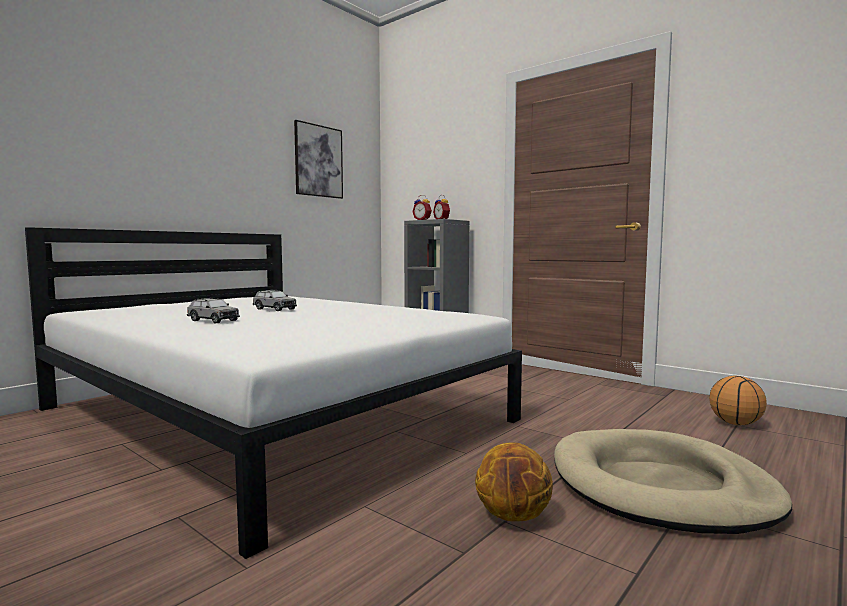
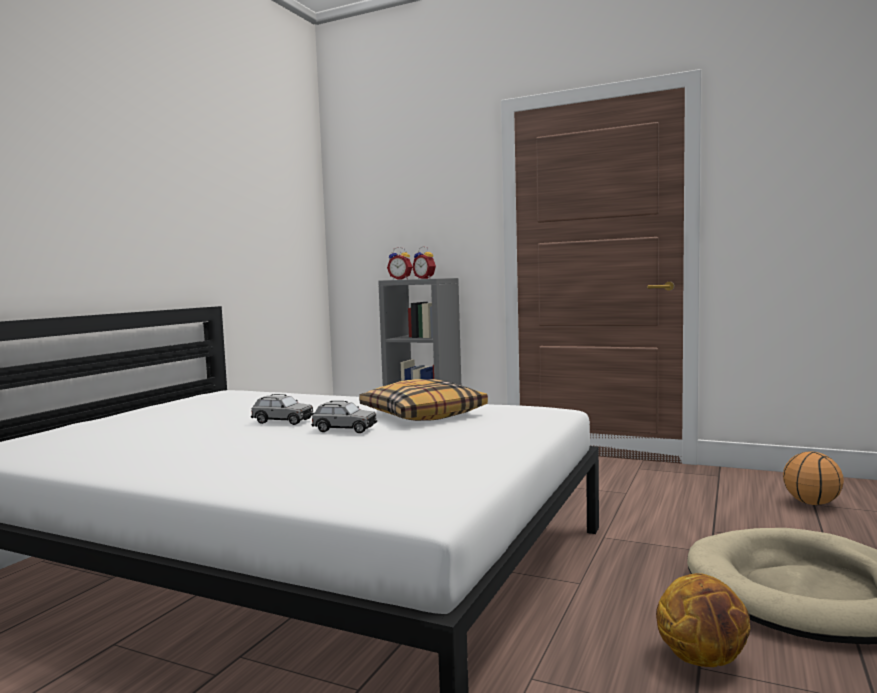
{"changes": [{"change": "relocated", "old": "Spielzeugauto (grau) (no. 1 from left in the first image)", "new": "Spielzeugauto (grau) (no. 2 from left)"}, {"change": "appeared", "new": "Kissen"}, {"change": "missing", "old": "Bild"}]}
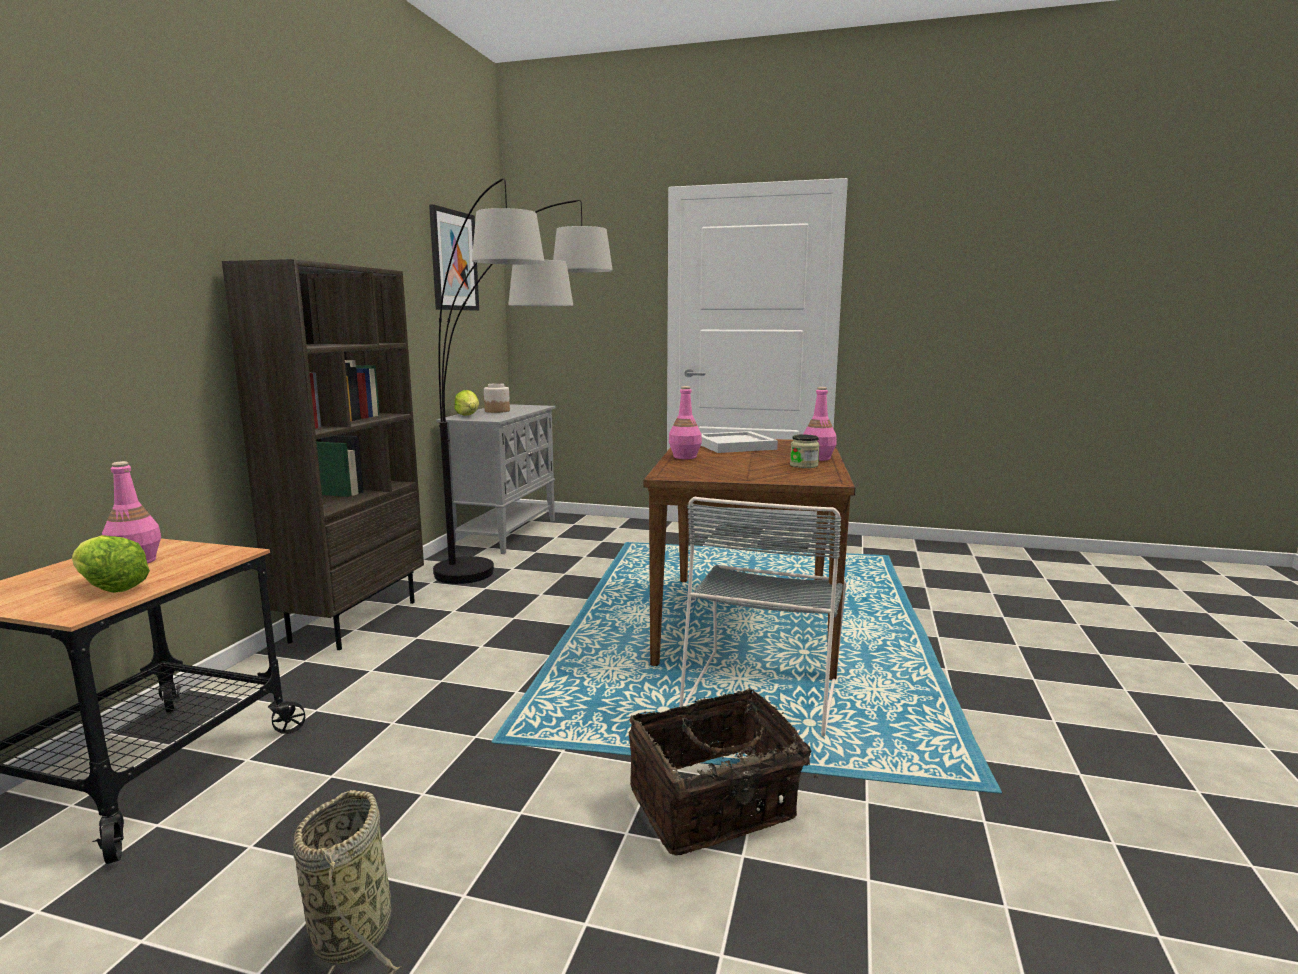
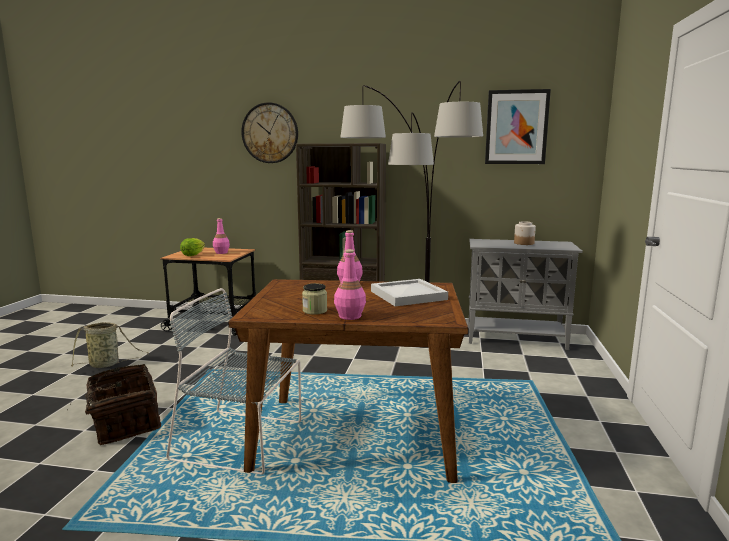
{"changes": [{"change": "appeared", "new": "Wanduhr"}, {"change": "missing", "old": "Salatkopf (no. 2 from left)"}]}
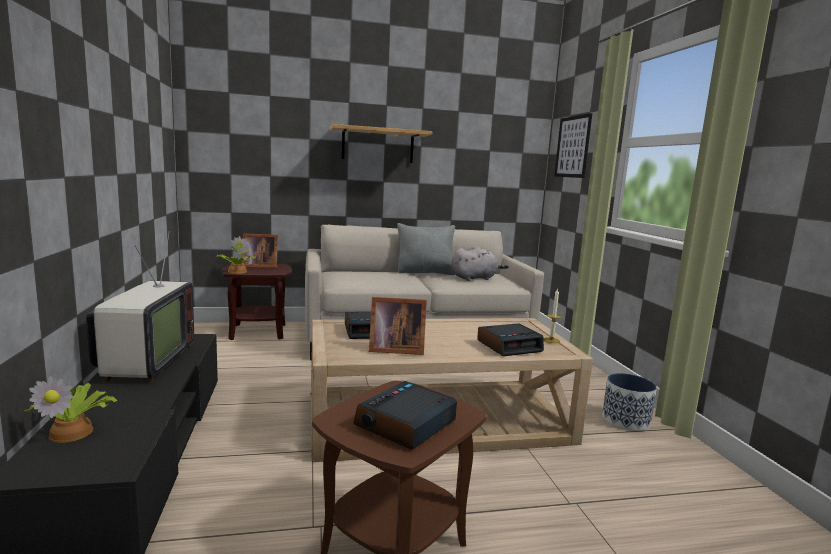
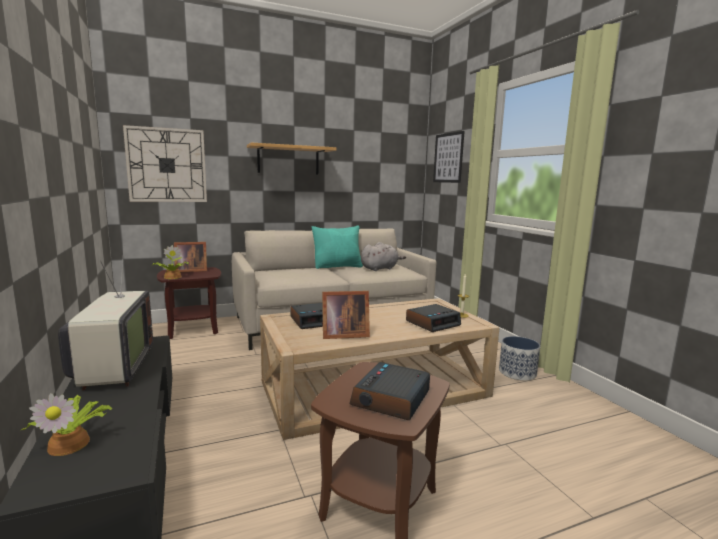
{"changes": [{"change": "appeared", "new": "Wanduhr"}, {"change": "colour", "old": "Kissen (grau)", "new": "Kissen (türkis)"}]}
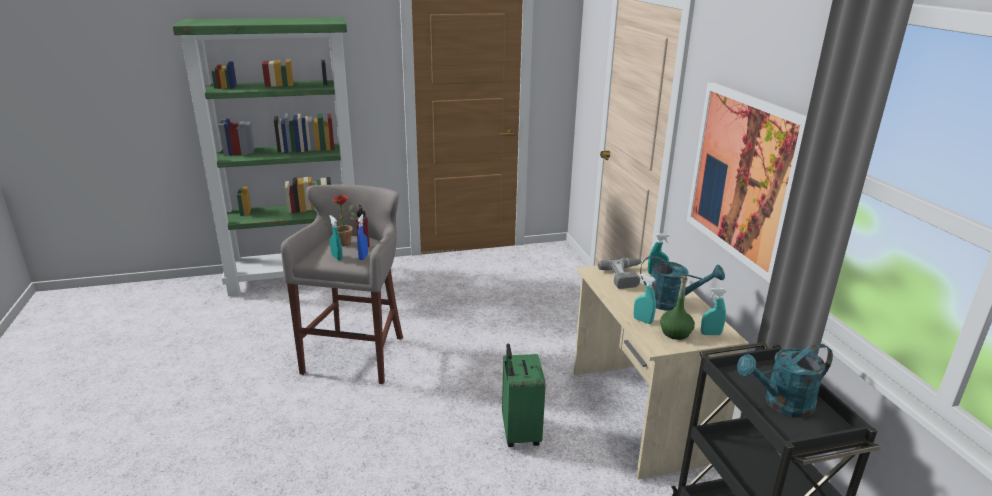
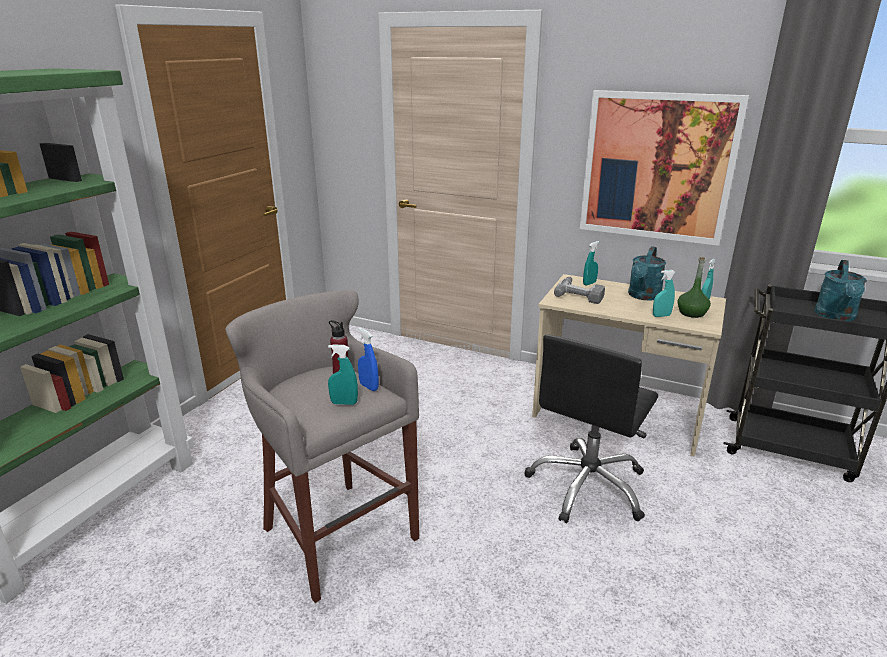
{"changes": [{"change": "exchanged", "old": "Koffer (grün)", "new": "Bürostuhl (schwarz)"}, {"change": "spun", "old": "Gießkanne (türkis) (no. 1 from left)", "degrees": 150}, {"change": "missing", "old": "Topfpflanze"}]}
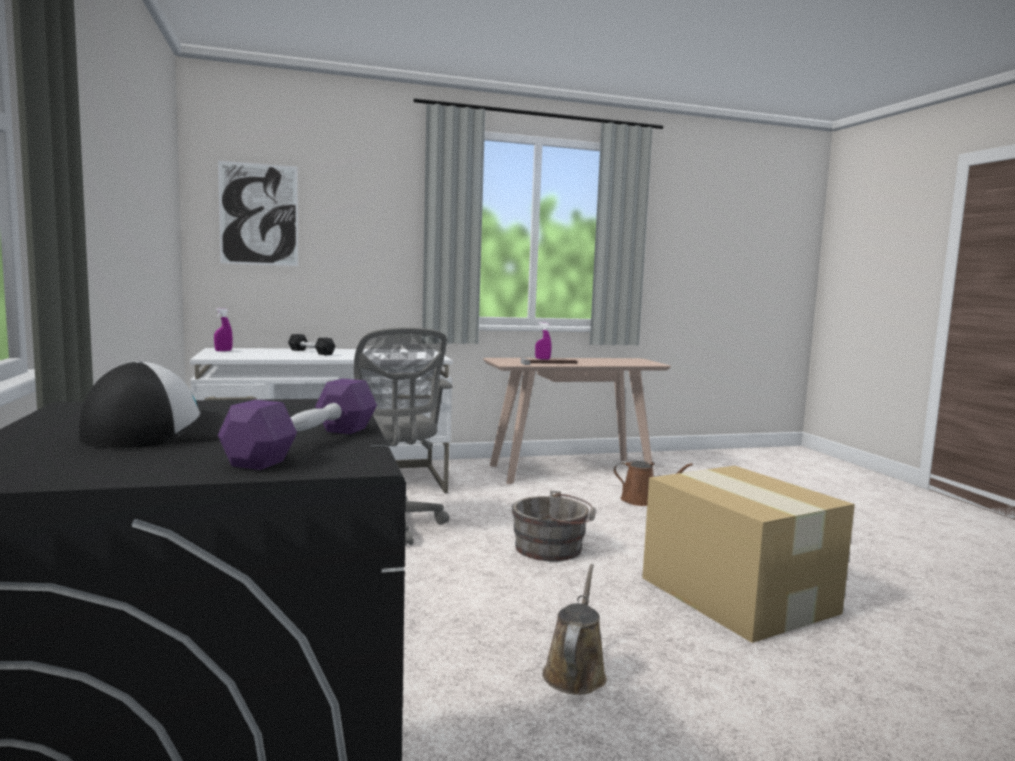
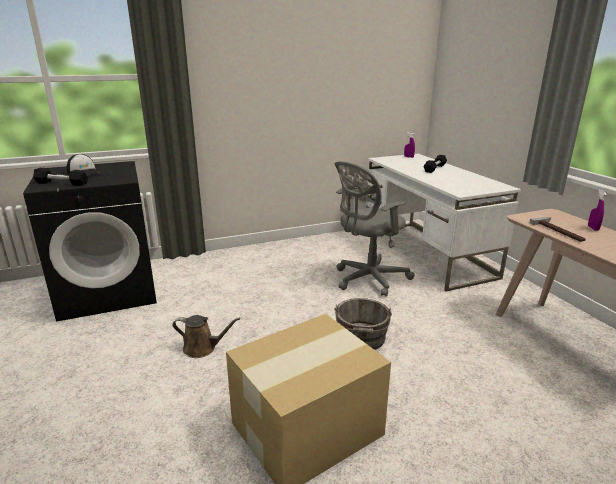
{"changes": [{"change": "colour", "old": "Hantel (lila)", "new": "Hantel (schwarz) (no. 1 from left)"}, {"change": "missing", "old": "Bild"}, {"change": "missing", "old": "Gießkanne (braun) (no. 2 from left)"}]}
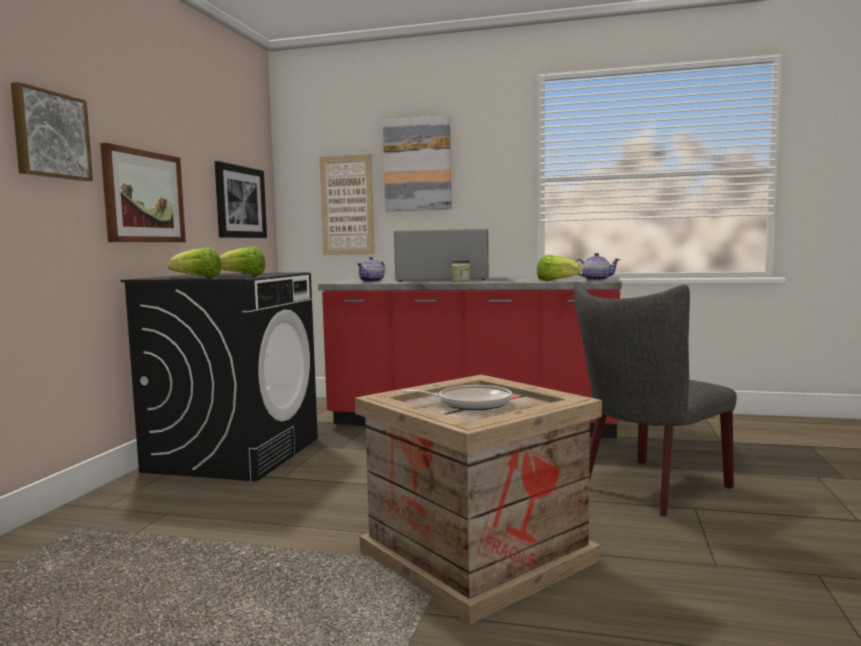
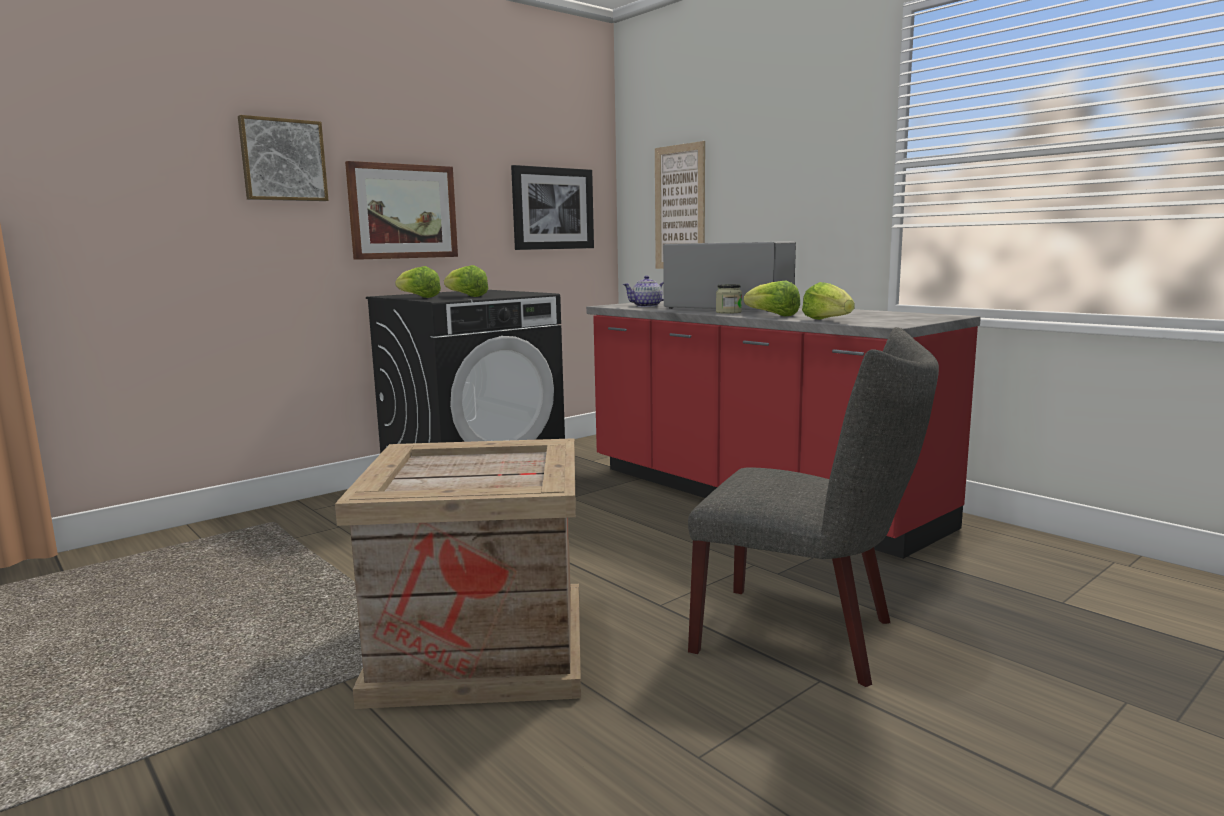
{"changes": [{"change": "spun", "old": "Stuhl (grau)", "degrees": -150}, {"change": "appeared", "new": "Salatkopf (no. 3 from left)"}, {"change": "missing", "old": "Bild (no. 5 from left)"}, {"change": "missing", "old": "Pfanne"}, {"change": "missing", "old": "Teekanne (no. 2 from left)"}]}
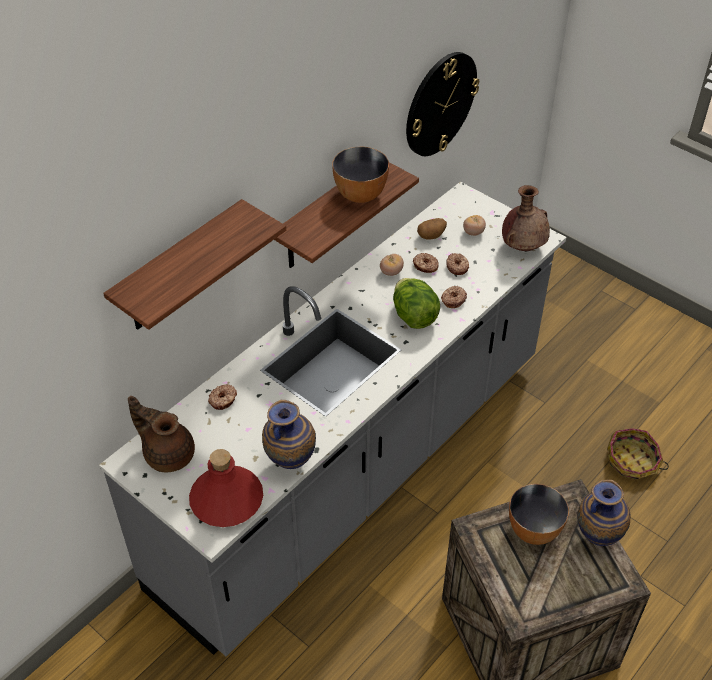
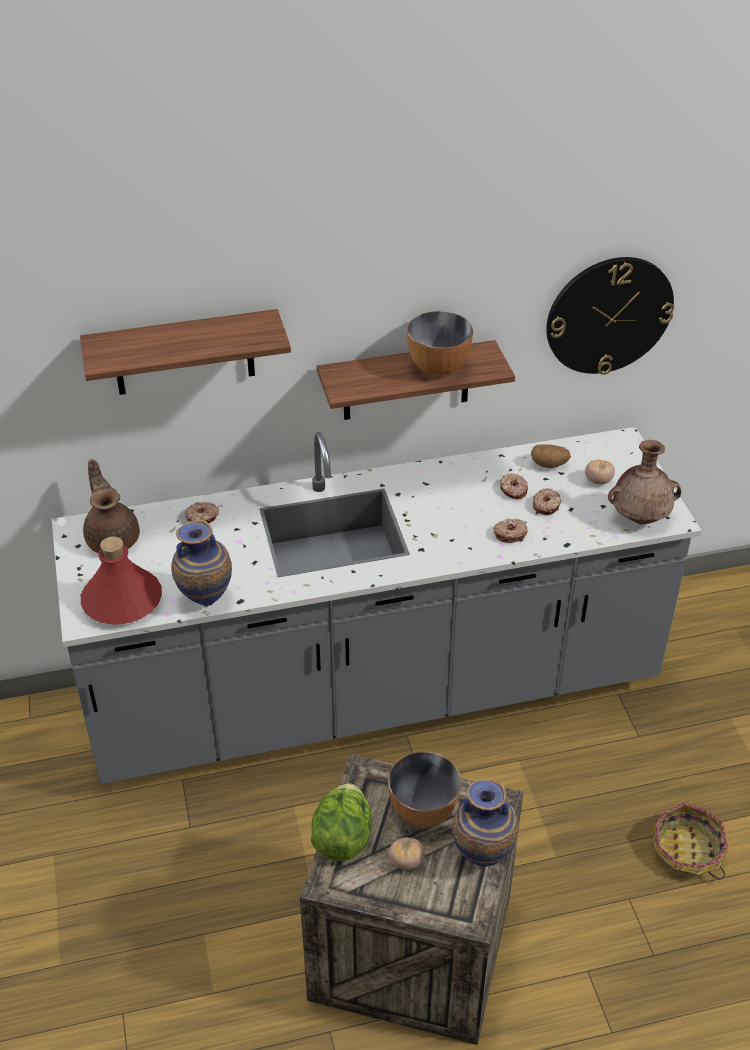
{"changes": [{"change": "relocated", "old": "Salatkopf"}, {"change": "relocated", "old": "Tomate (no. 1 from left)"}]}
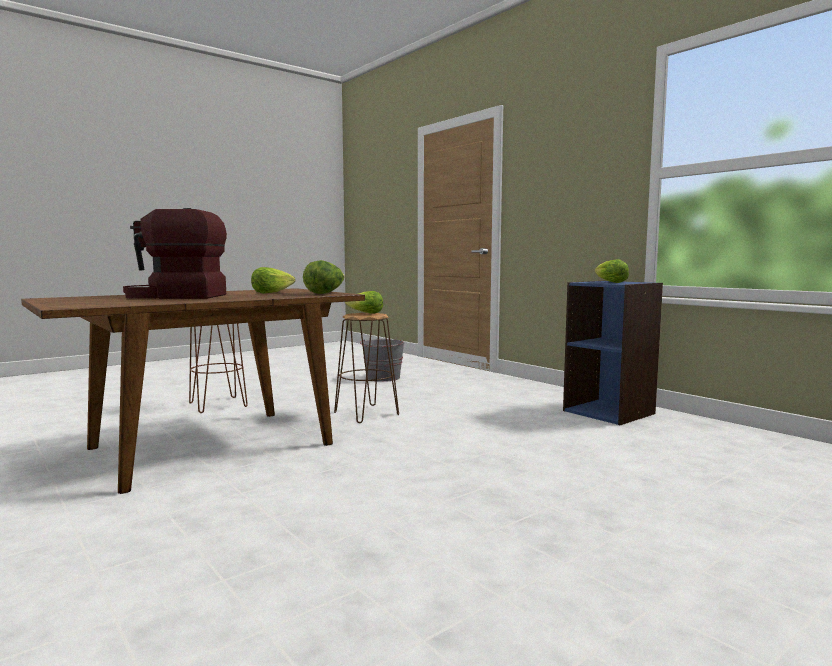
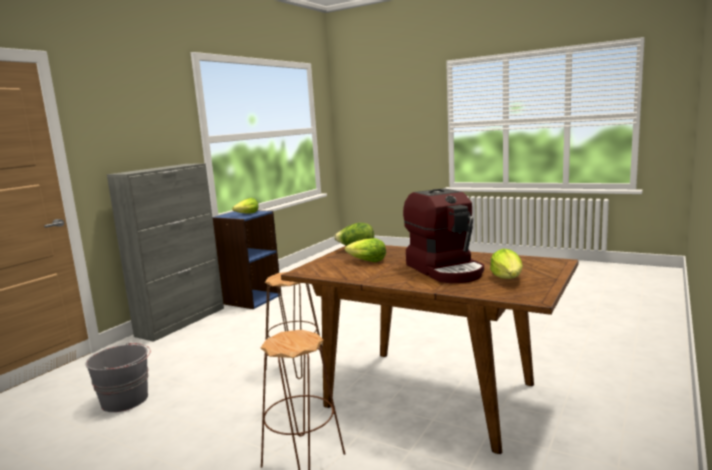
{"changes": [{"change": "appeared", "new": "Schrank (grau)"}, {"change": "relocated", "old": "Salatkopf (no. 3 from left in the first image)", "new": "Salatkopf (no. 4 from left)"}]}
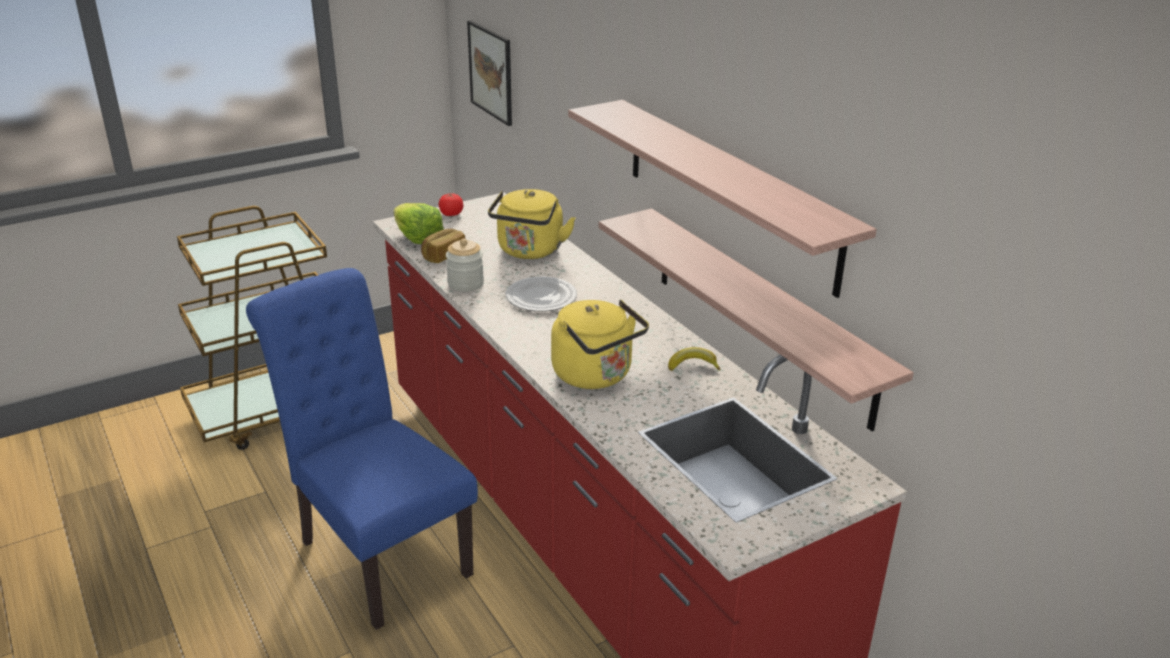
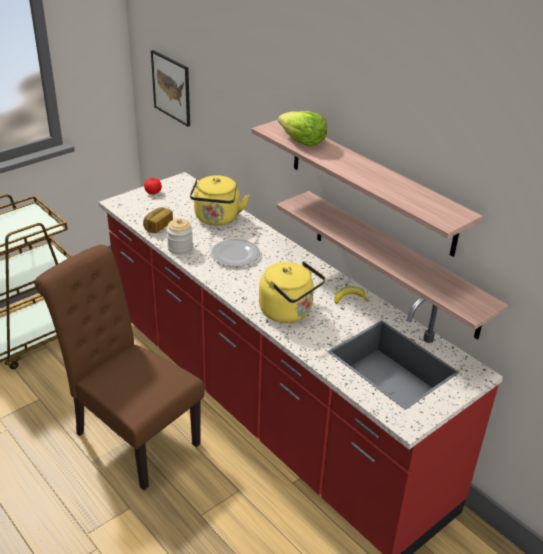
{"changes": [{"change": "colour", "old": "Stuhl (blau)", "new": "Stuhl (braun)"}, {"change": "relocated", "old": "Salatkopf"}]}
